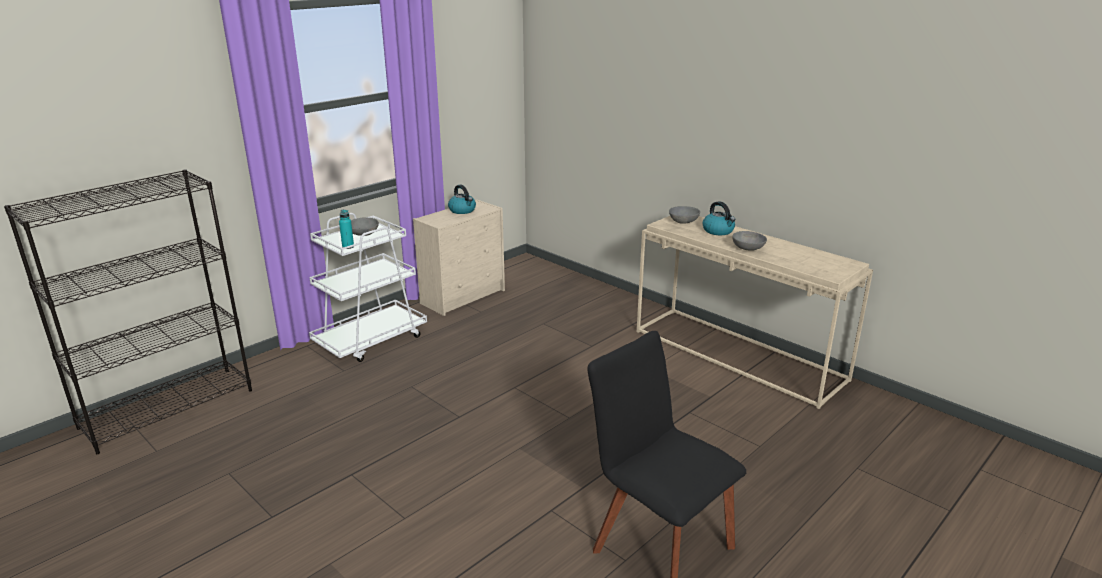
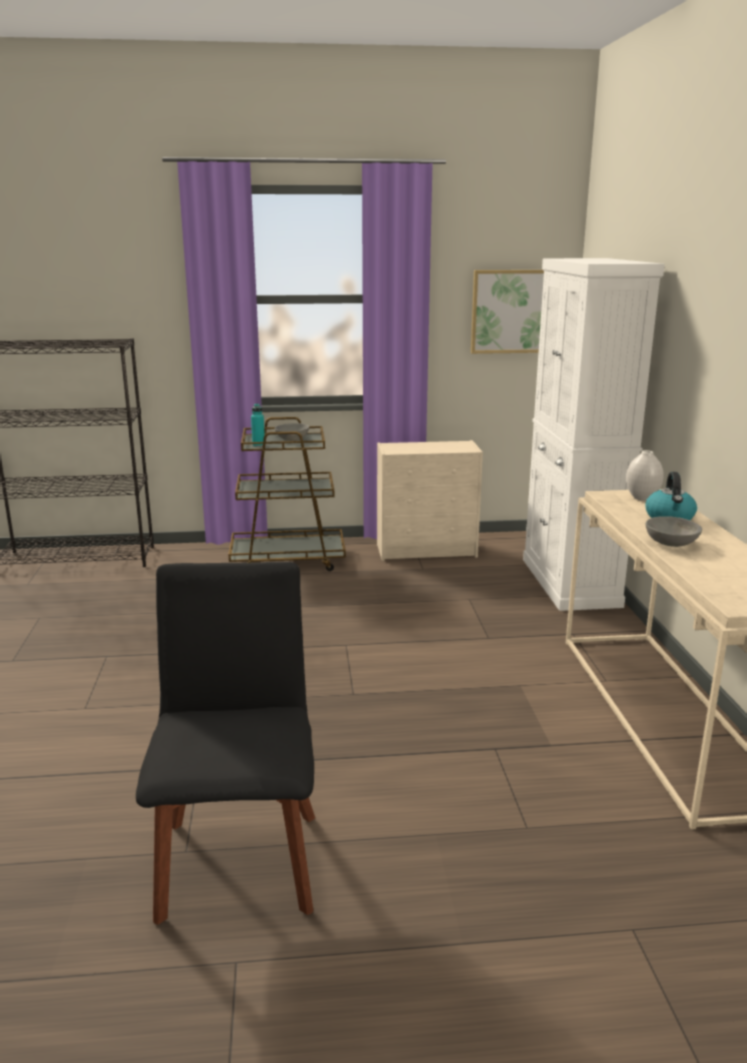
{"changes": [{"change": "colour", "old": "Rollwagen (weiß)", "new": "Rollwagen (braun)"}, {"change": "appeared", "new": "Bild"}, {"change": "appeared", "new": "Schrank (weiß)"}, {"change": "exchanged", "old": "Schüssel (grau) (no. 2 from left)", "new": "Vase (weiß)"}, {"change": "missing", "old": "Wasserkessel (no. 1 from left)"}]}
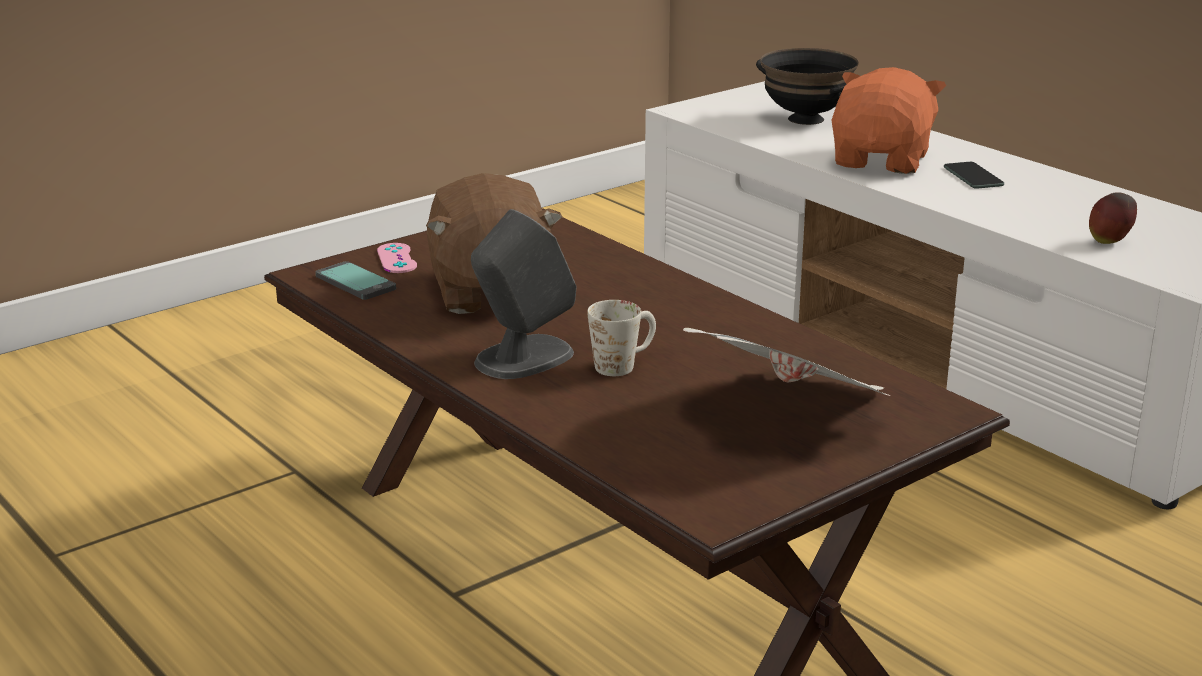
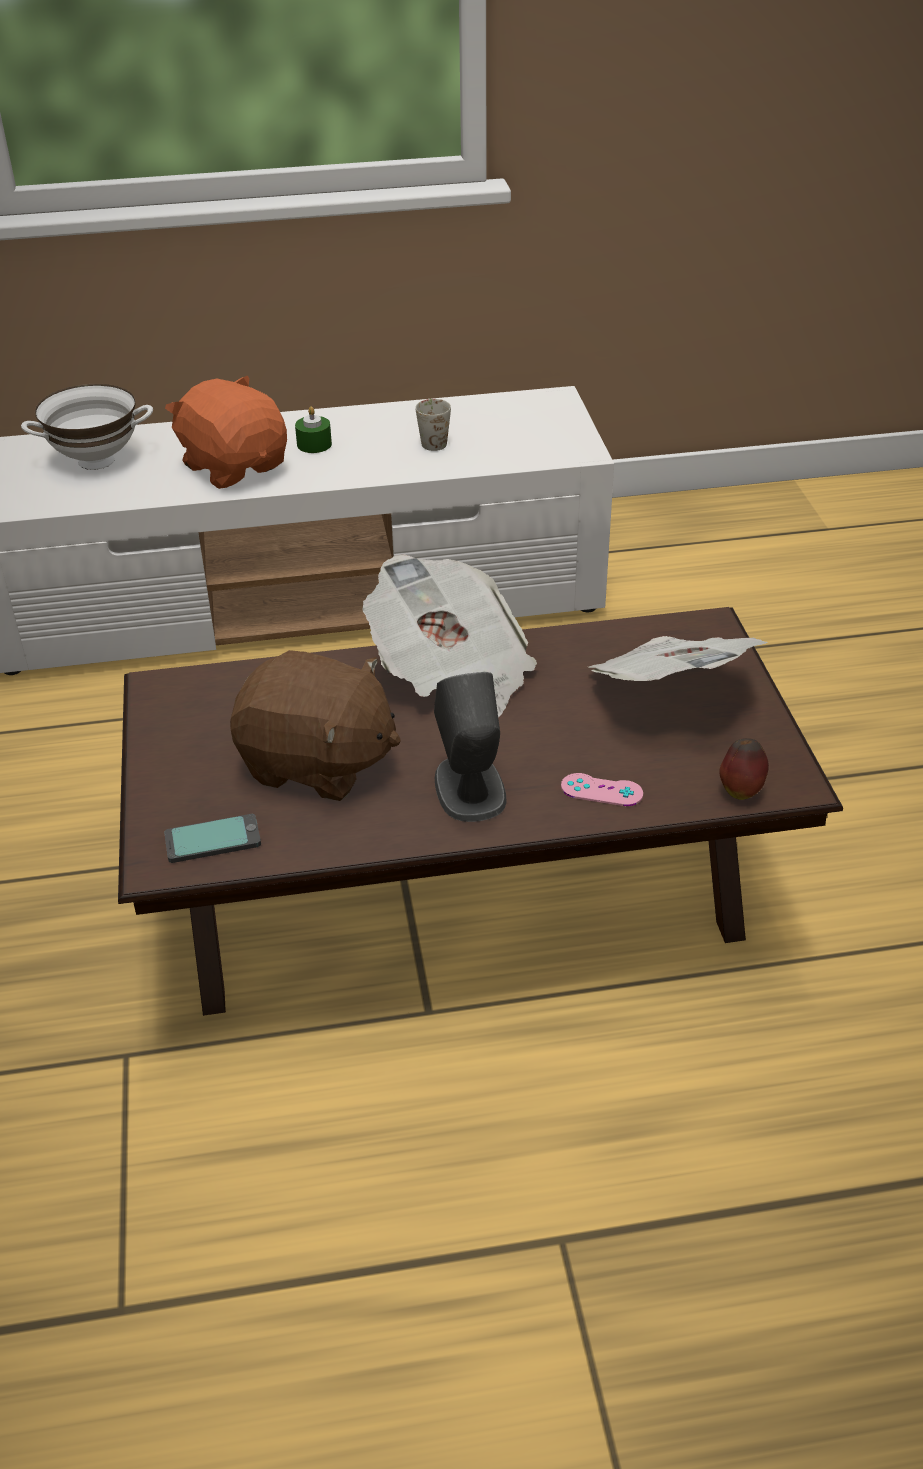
{"changes": [{"change": "colour", "old": "Schüssel (schwarz)", "new": "Schüssel (weiß)"}, {"change": "exchanged", "old": "Handy (no. 2 from left)", "new": "Kerze (grün)"}, {"change": "appeared", "new": "Zeitung (no. 1 from left)"}, {"change": "relocated", "old": "Henkelbecher (weiß)"}, {"change": "relocated", "old": "Gamepad (rosa)"}, {"change": "relocated", "old": "Apfel"}]}
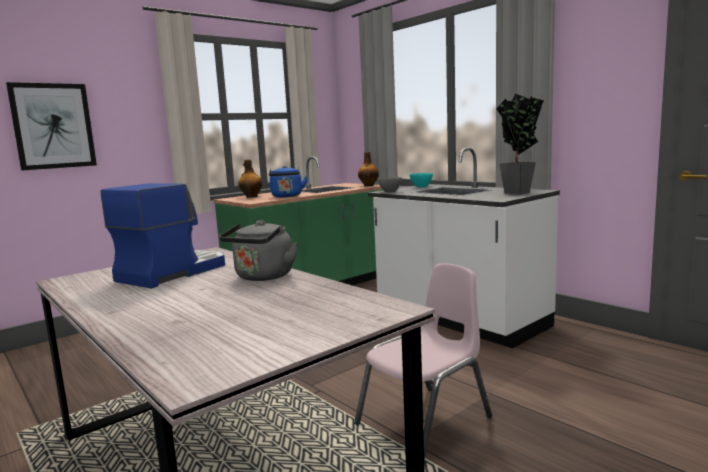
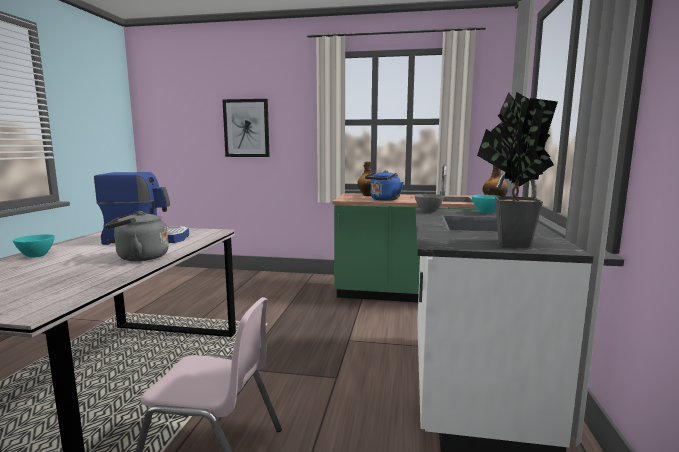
{"changes": [{"change": "appeared", "new": "Schüssel (türkis) (no. 1 from left)"}]}
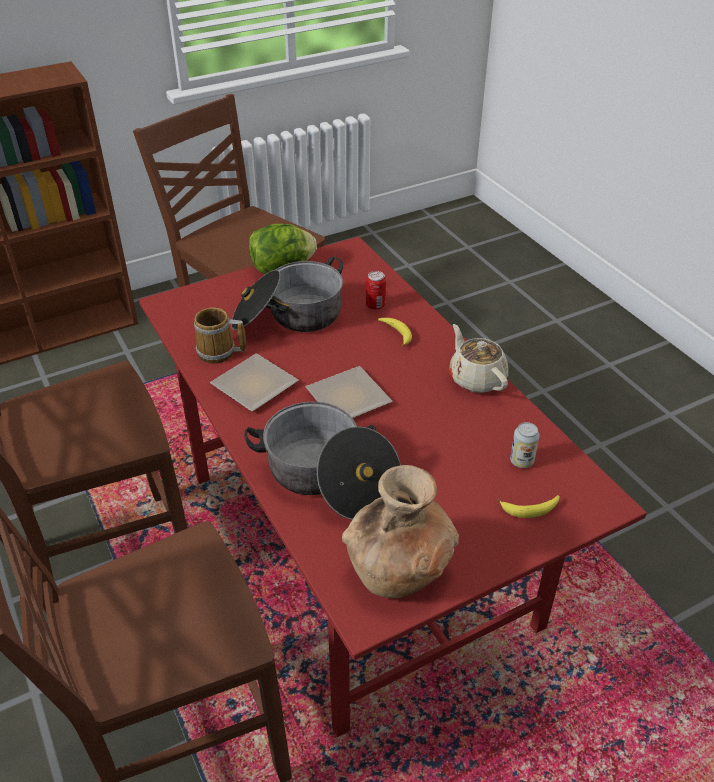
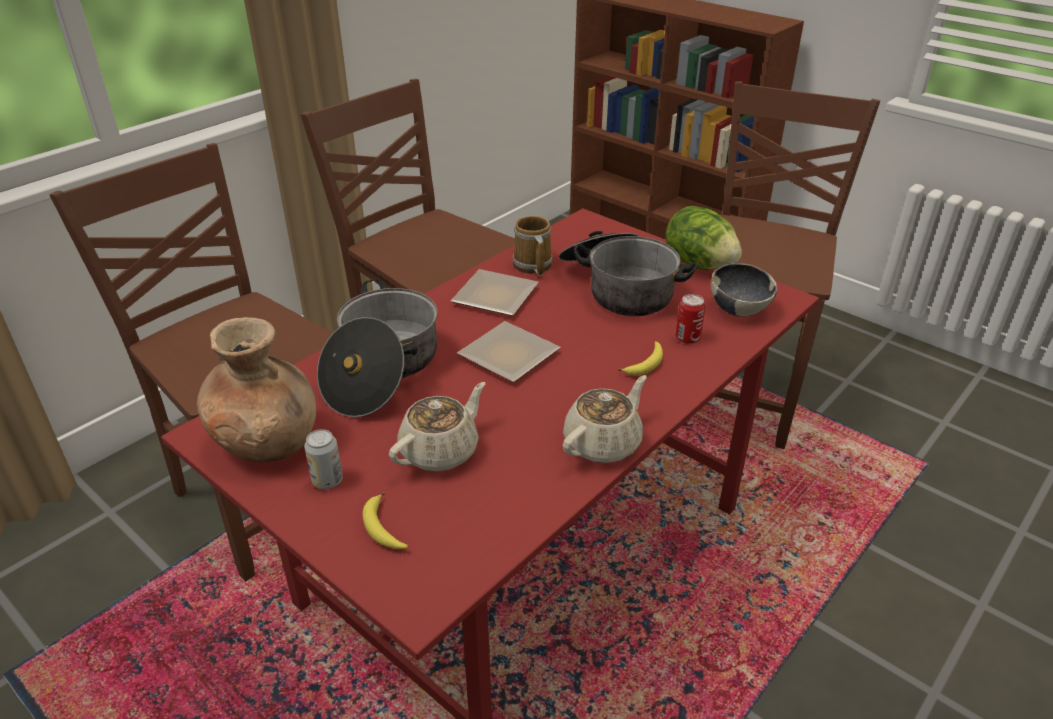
{"changes": [{"change": "relocated", "old": "Dose (no. 2 from left in the first image)", "new": "Dose (no. 1 from left)"}, {"change": "appeared", "new": "Teekanne (beige) (no. 1 from left)"}, {"change": "appeared", "new": "Schüssel"}]}
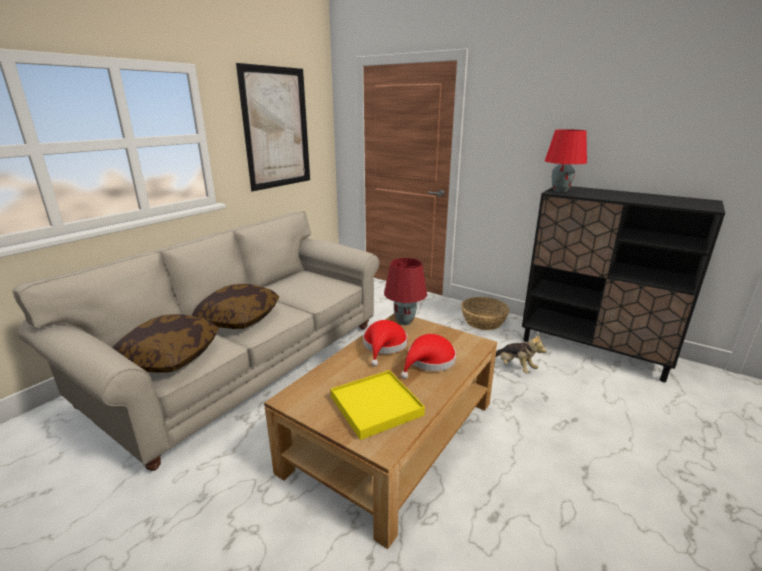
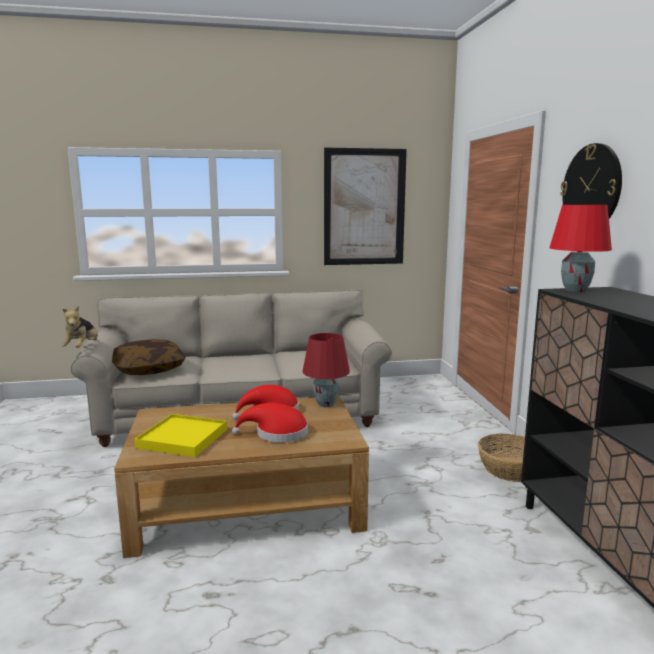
{"changes": [{"change": "relocated", "old": "Plüschtier"}, {"change": "appeared", "new": "Wanduhr"}, {"change": "missing", "old": "Kissen (no. 2 from left)"}]}
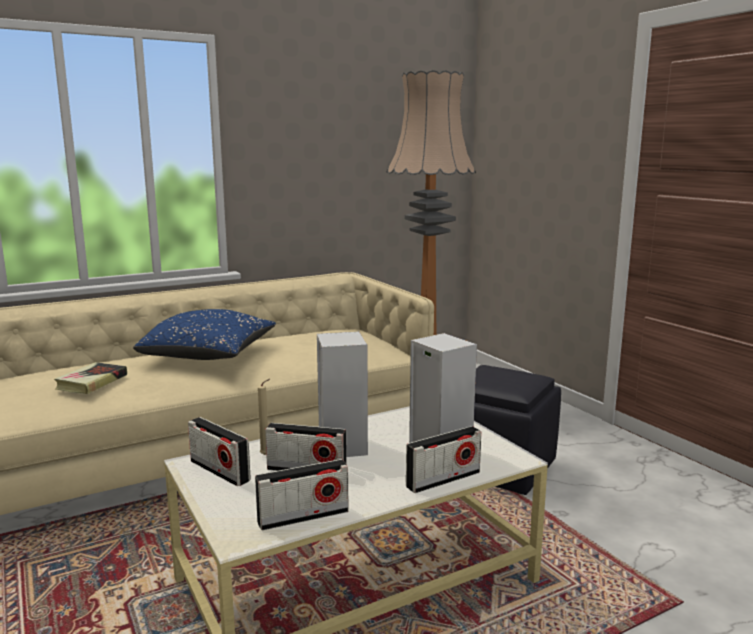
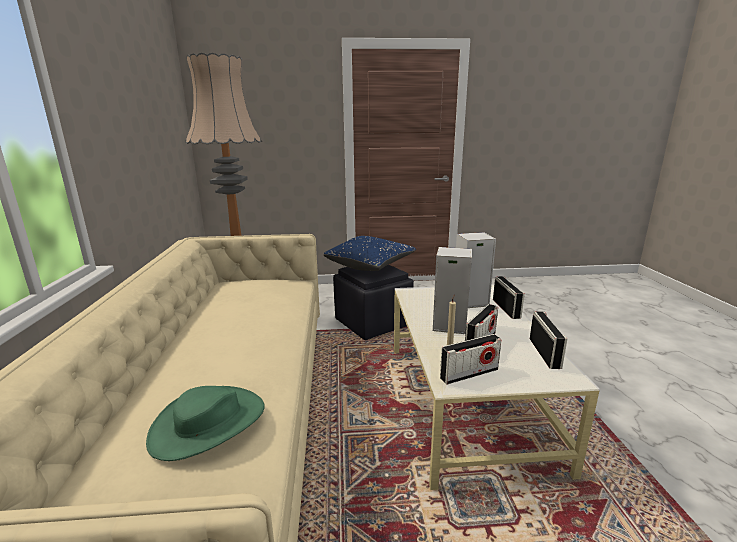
{"changes": [{"change": "exchanged", "old": "Buch", "new": "Hut (grün)"}, {"change": "relocated", "old": "Kissen (blau)"}]}
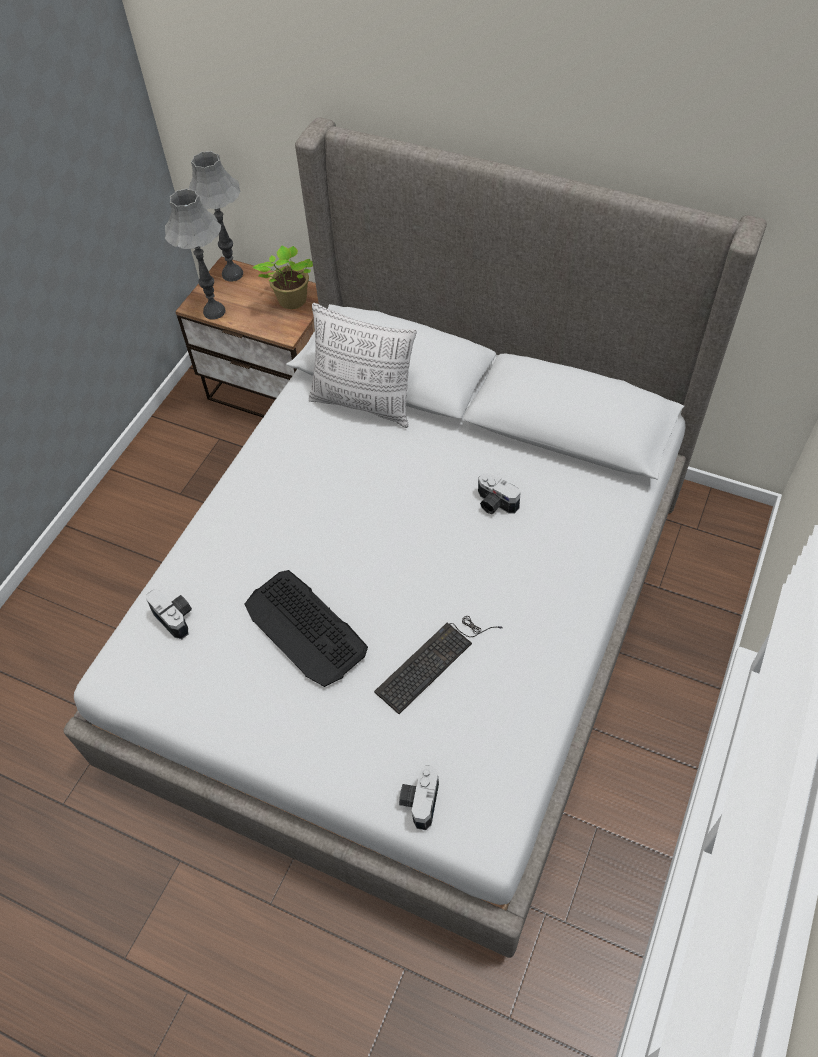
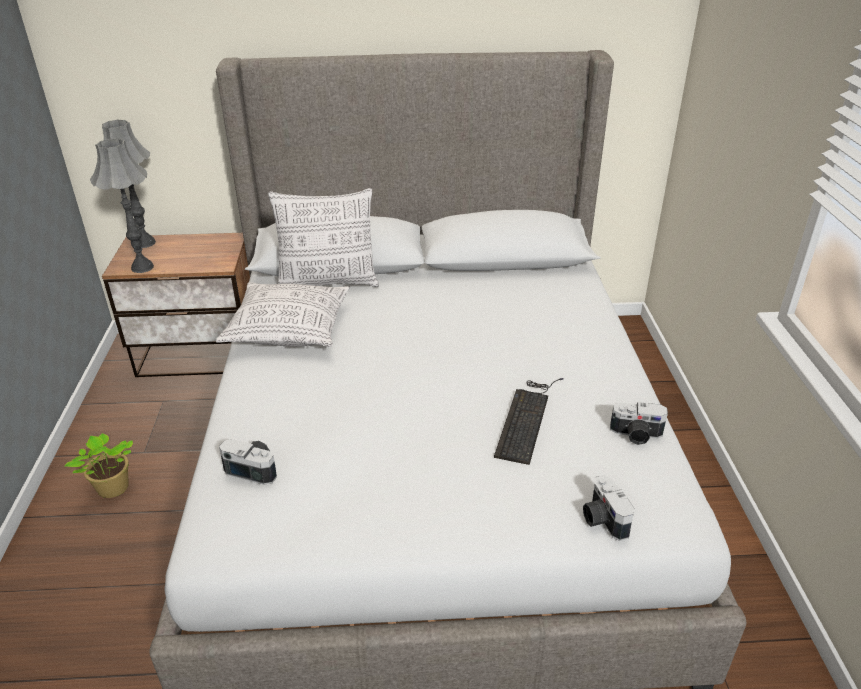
{"changes": [{"change": "relocated", "old": "Topfpflanze"}, {"change": "appeared", "new": "Kissen (no. 1 from left)"}, {"change": "relocated", "old": "Kamera (no. 3 from left)"}, {"change": "missing", "old": "Tastatur (no. 1 from left)"}]}
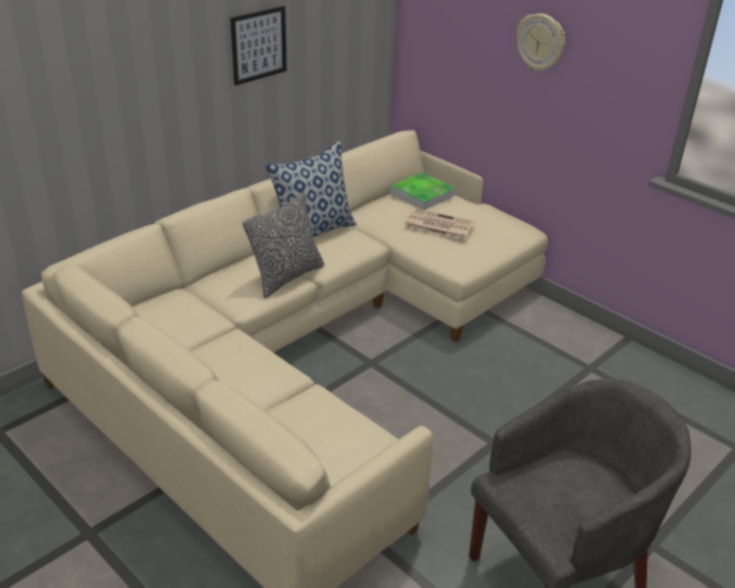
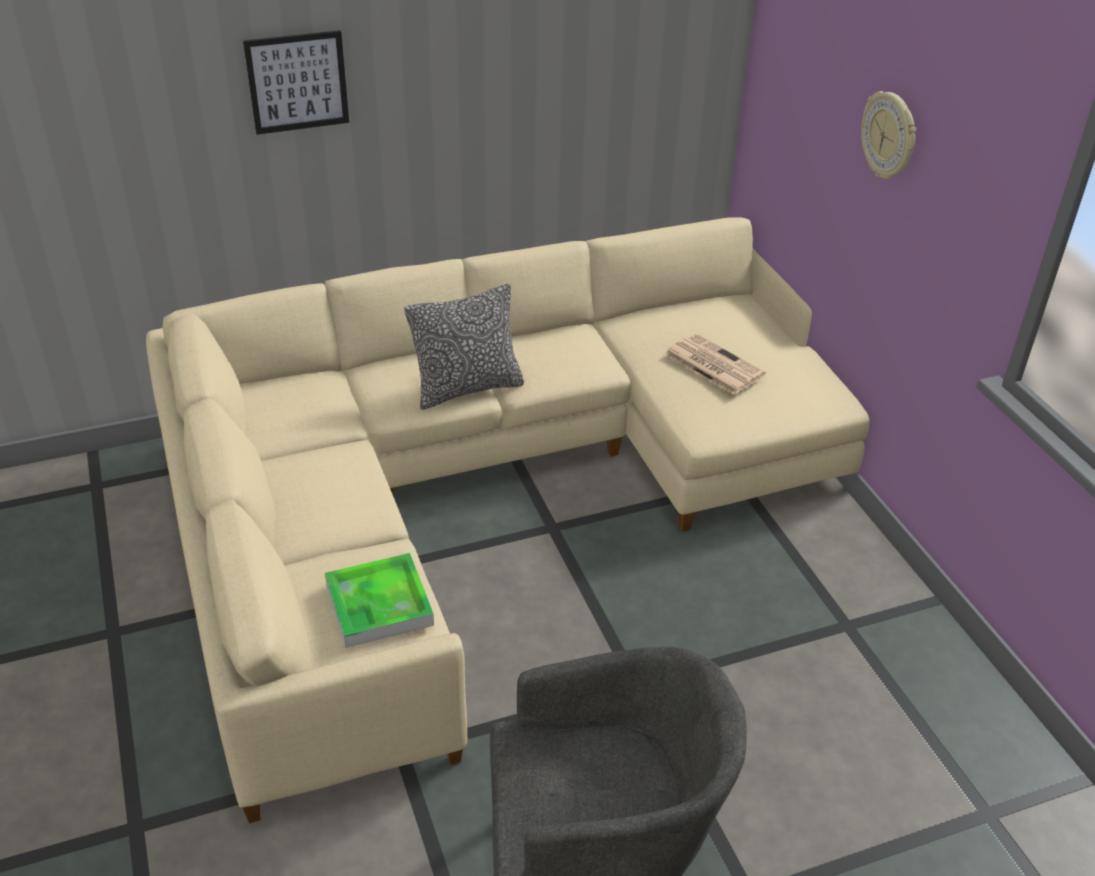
{"changes": [{"change": "relocated", "old": "Bild"}, {"change": "relocated", "old": "Tablett"}, {"change": "missing", "old": "Kissen (no. 2 from left)"}]}
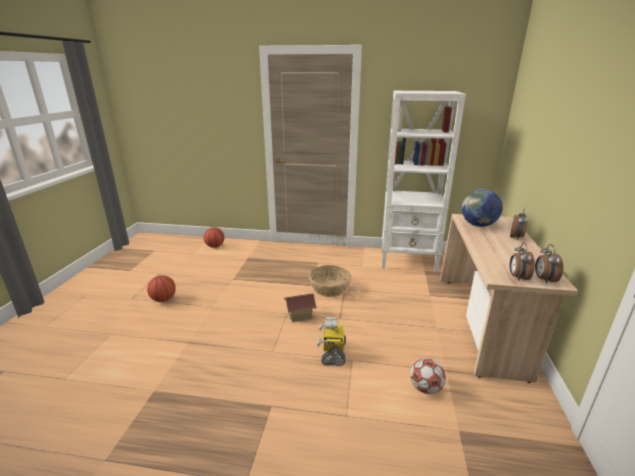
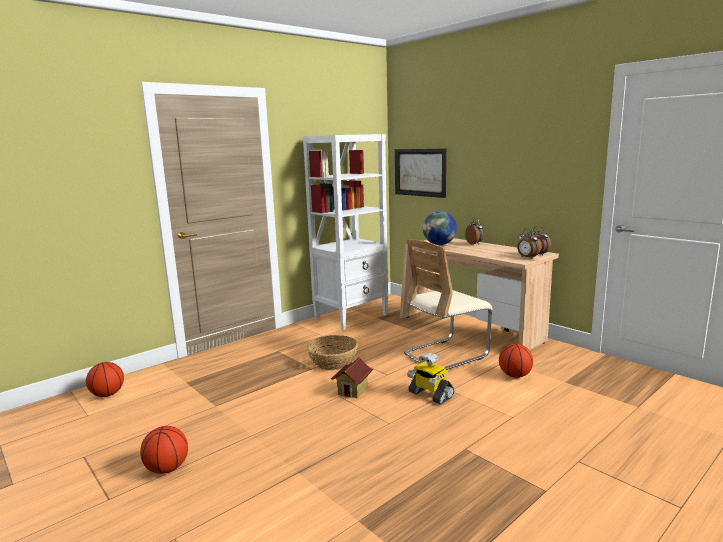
{"changes": [{"change": "appeared", "new": "Bild"}, {"change": "appeared", "new": "Stuhl (beige)"}, {"change": "exchanged", "old": "Fußball", "new": "Basketball (no. 3 from left)"}]}
